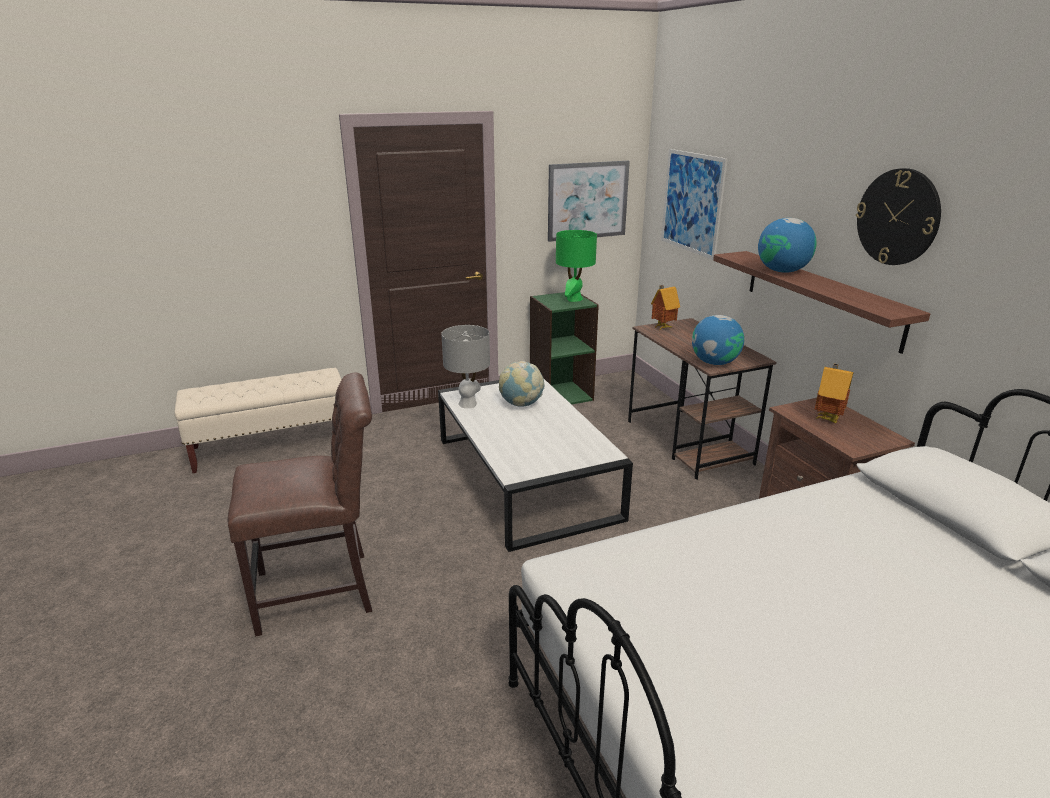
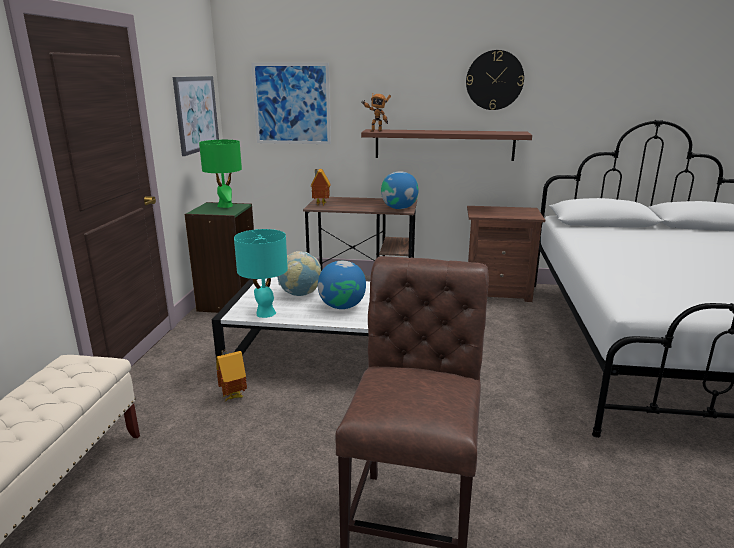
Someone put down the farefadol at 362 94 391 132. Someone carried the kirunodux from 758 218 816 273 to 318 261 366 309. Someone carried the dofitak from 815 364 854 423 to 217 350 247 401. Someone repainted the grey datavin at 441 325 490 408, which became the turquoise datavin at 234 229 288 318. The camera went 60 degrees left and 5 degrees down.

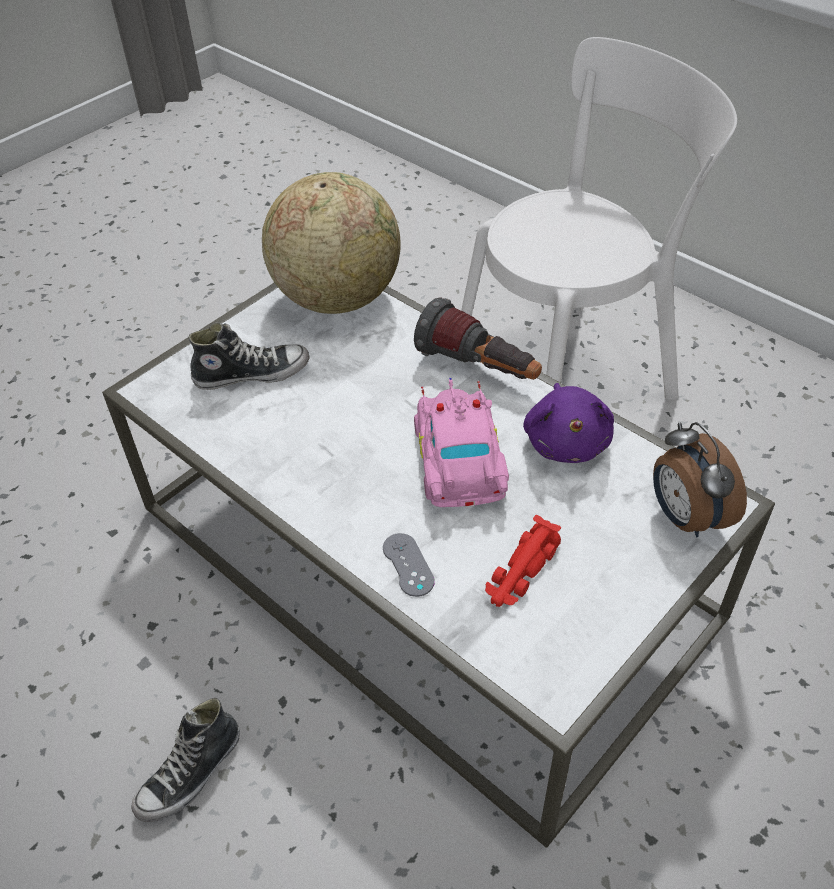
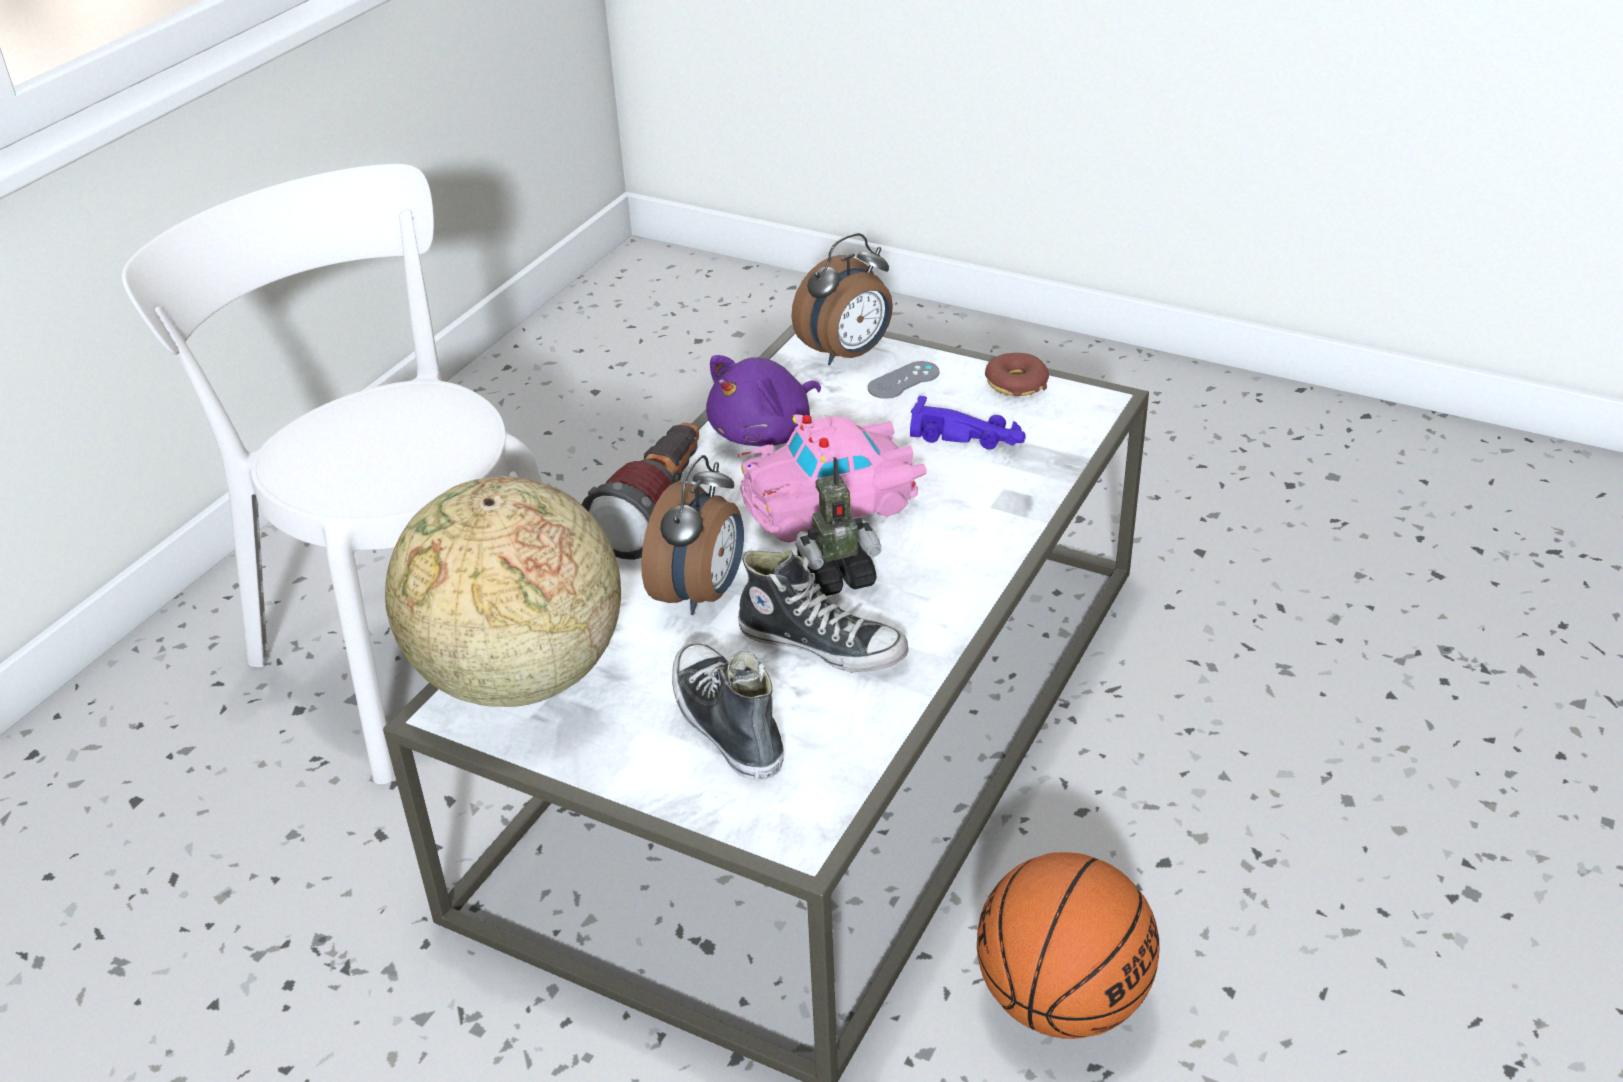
Someone put down the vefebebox at 641 455 744 615. Someone put down the farefadol at 795 457 881 596. Someone put down the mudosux at 977 852 1160 1039. Someone put down the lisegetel at 985 353 1049 396. Someone carried the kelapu from 132 698 240 822 to 738 549 908 673. Someone carried the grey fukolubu from 383 533 435 597 to 867 361 939 399. Someone repainted the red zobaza at 485 515 561 607, which became the purple zobaza at 910 396 1026 449. Someone rotated the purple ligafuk at 523 383 614 463 by 150 degrees clockwise. The camera went 105 degrees left and 10 degrees down.

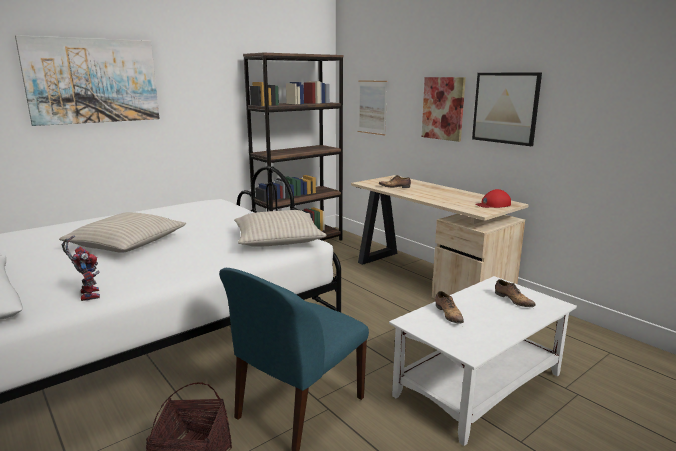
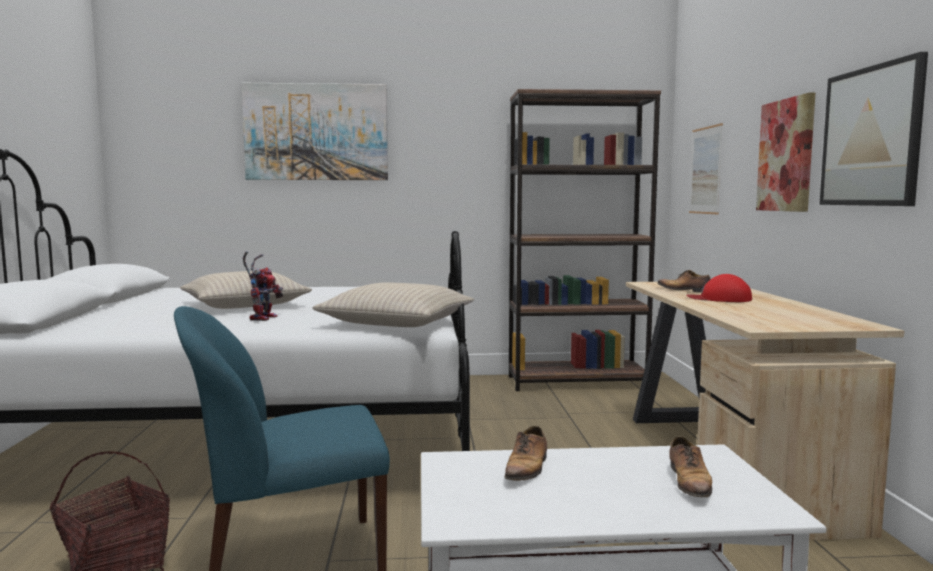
Someone carried the farefadol from 62 235 100 301 to 243 251 283 321. Someone carried the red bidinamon from 475 189 511 208 to 686 274 752 302. The camera went 35 degrees right and 10 degrees down.

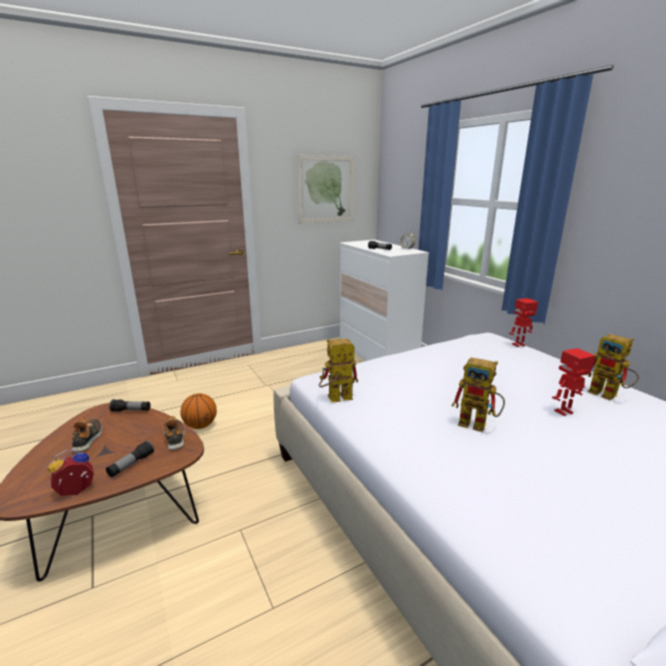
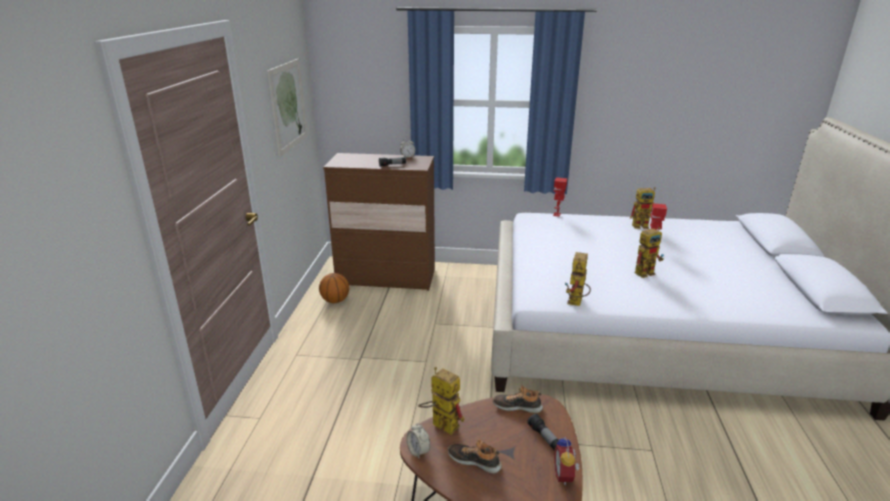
Someone put down the vefebebox at 407 423 430 458. Someone carried the mudosux from 180 393 217 429 to 319 273 349 303. Someone swapped the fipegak at 109 399 151 412 for the farefadol at 418 367 465 435. Someone repainted the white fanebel at 340 240 429 361, which became the brown fanebel at 323 153 435 291. The camera went 55 degrees left and 5 degrees up.

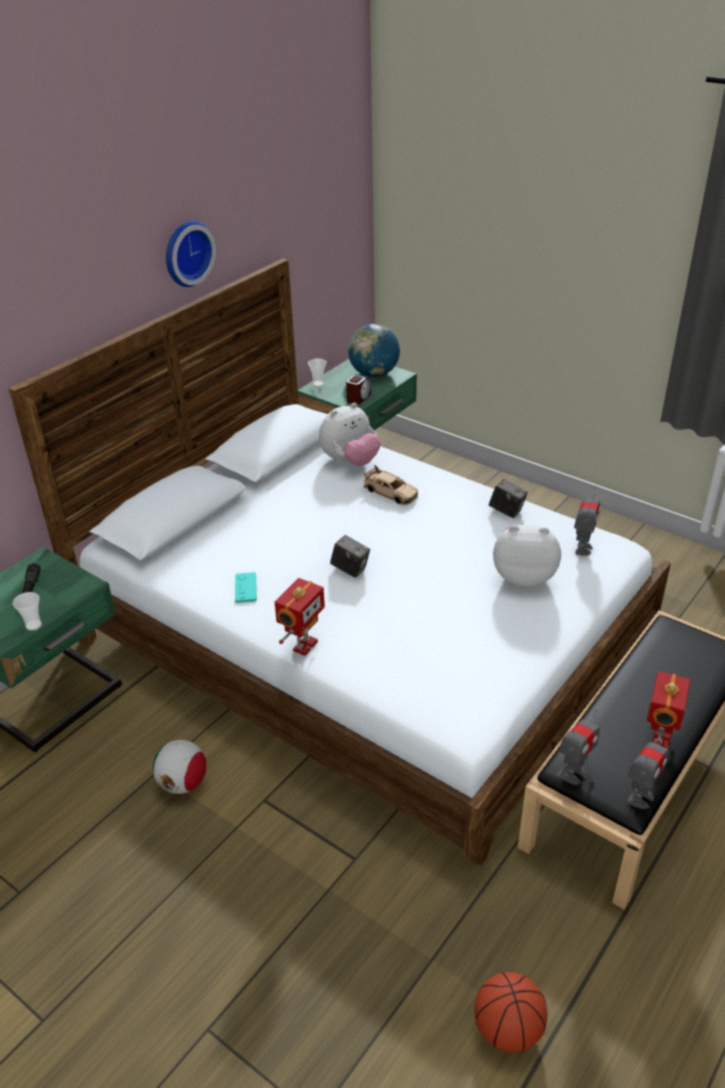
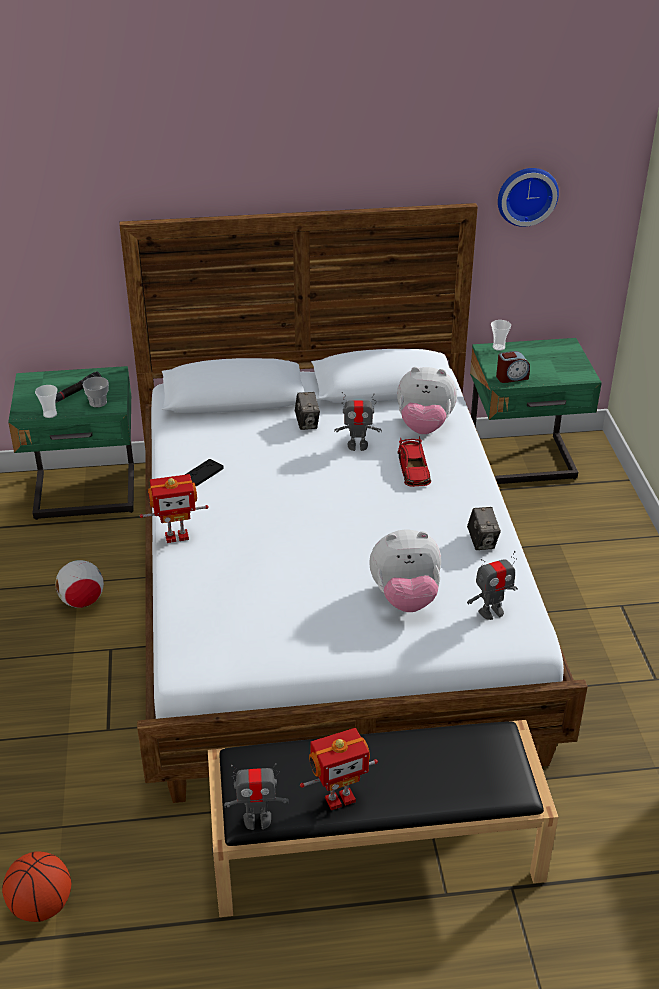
Someone took away the kirunodux at 348 324 400 377. Someone put down the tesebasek at 82 377 109 407. Someone carried the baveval from 166 221 216 287 to 498 168 559 227. Someone carried the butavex from 330 535 370 578 to 295 392 320 430. Someone carried the farefadol from 557 710 600 785 to 334 392 382 451. Someone repainted the turquoise fukolubu at 235 572 257 603, which became the black fukolubu at 185 459 224 486. Someone repainted the beige zobaza at 363 465 418 505, which became the red zobaza at 397 437 431 487. Someone rotated the ligafuk at 493 524 561 587 by 120 degrees clockwise. The camera went 45 degrees right and 0 degrees up.

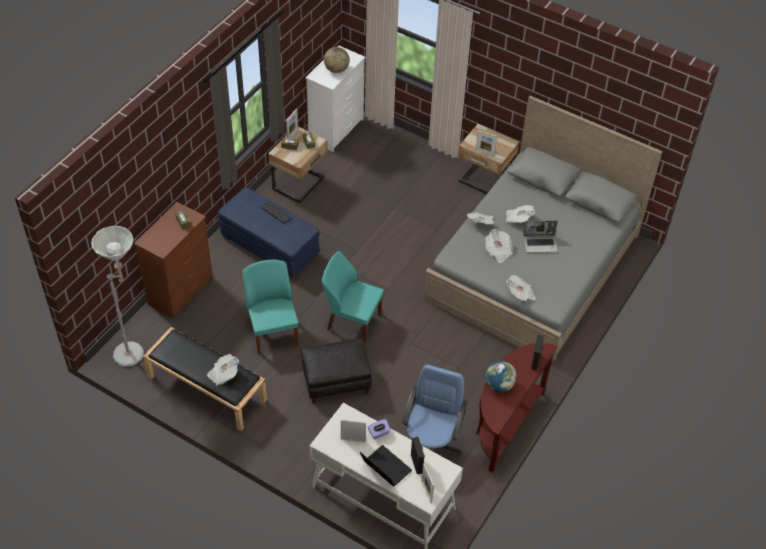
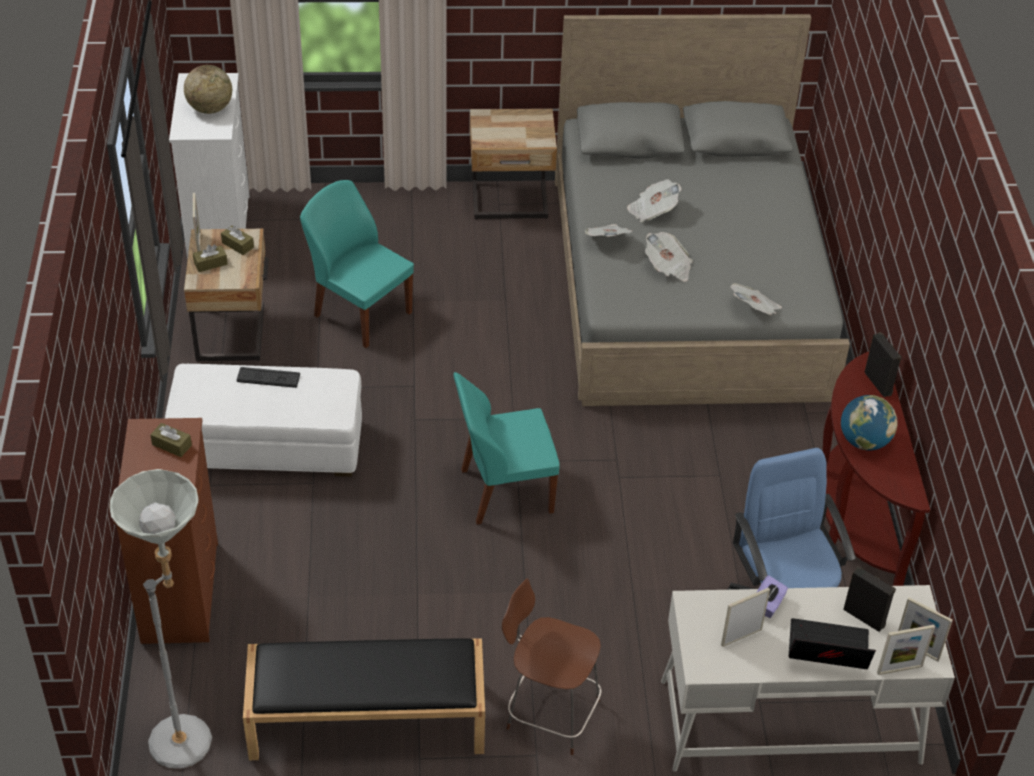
Someone took away the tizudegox at 207 354 239 386. Someone took away the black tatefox at 301 338 372 403. Someone took away the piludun at 523 221 558 253. Someone put down the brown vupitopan at 502 578 602 755. Someone carried the turquoise vupitopan from 242 260 298 354 to 300 180 414 348. Someone carried the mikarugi from 476 130 497 157 to 877 625 935 675. Someone repainted the blue tatefox at 218 188 319 278, which became the white tatefox at 165 364 362 477. The camera went 35 degrees left and 5 degrees down.

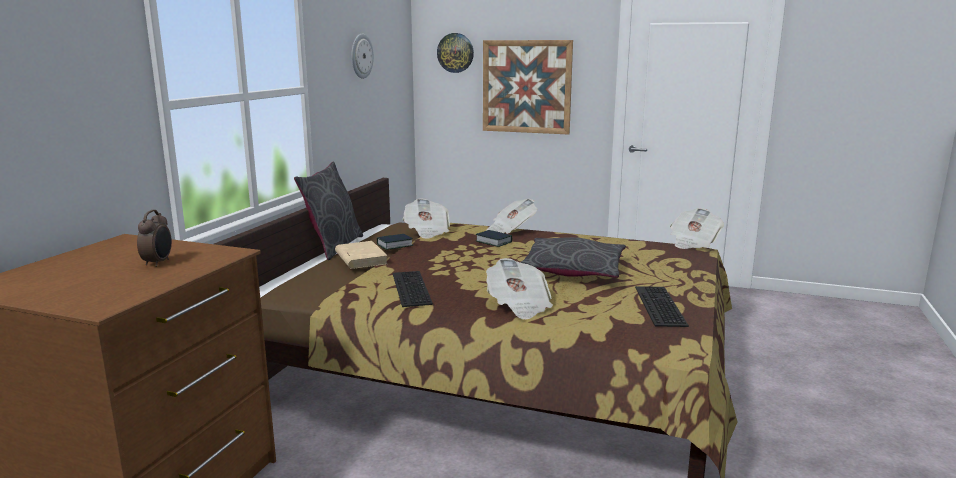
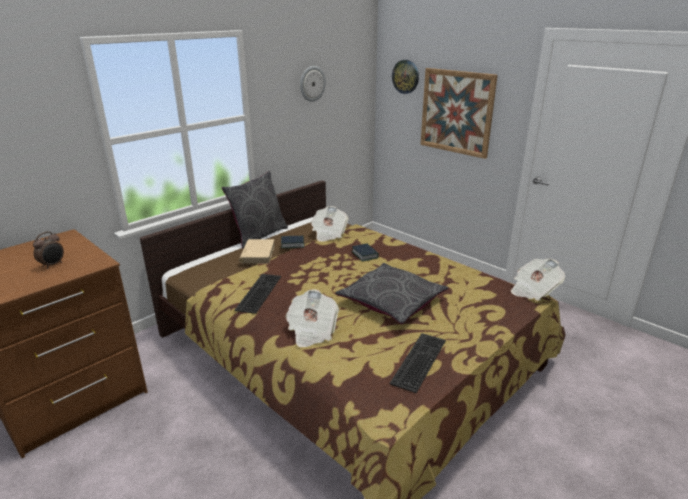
Someone took away the tizudegox at 487 199 537 234. The camera went 25 degrees right and 10 degrees up.

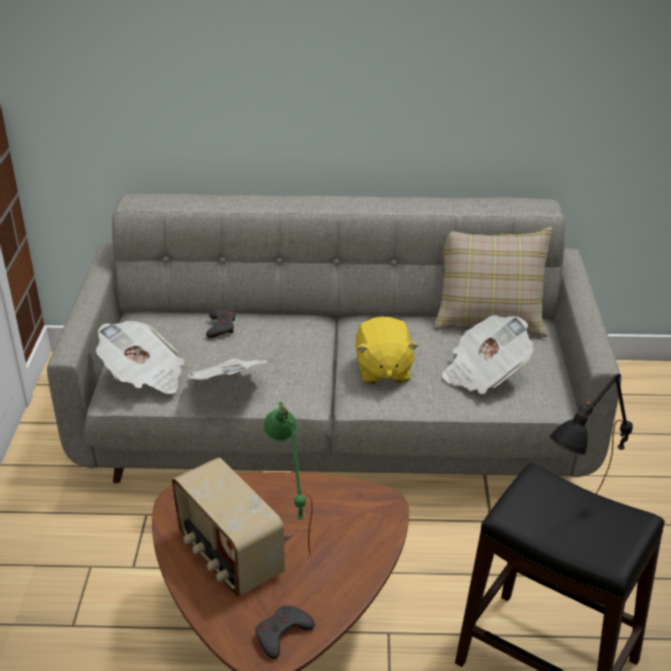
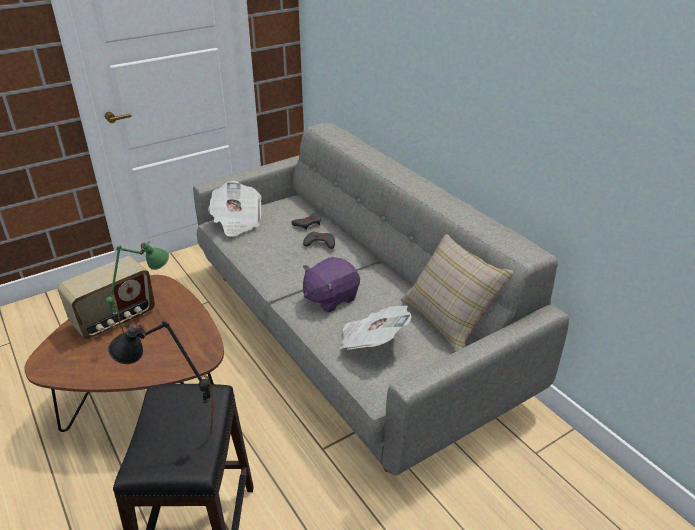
Someone took away the tizudegox at 188 358 269 380. Someone carried the grey fukolubu from 256 605 315 659 to 303 231 335 249. Someone repainted the yellow ligafuk at 355 316 419 384, which became the purple ligafuk at 303 257 360 313. Someone rotated the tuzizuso at 172 457 285 597 by 150 degrees counterclockwise. The camera went 55 degrees right and 0 degrees up.

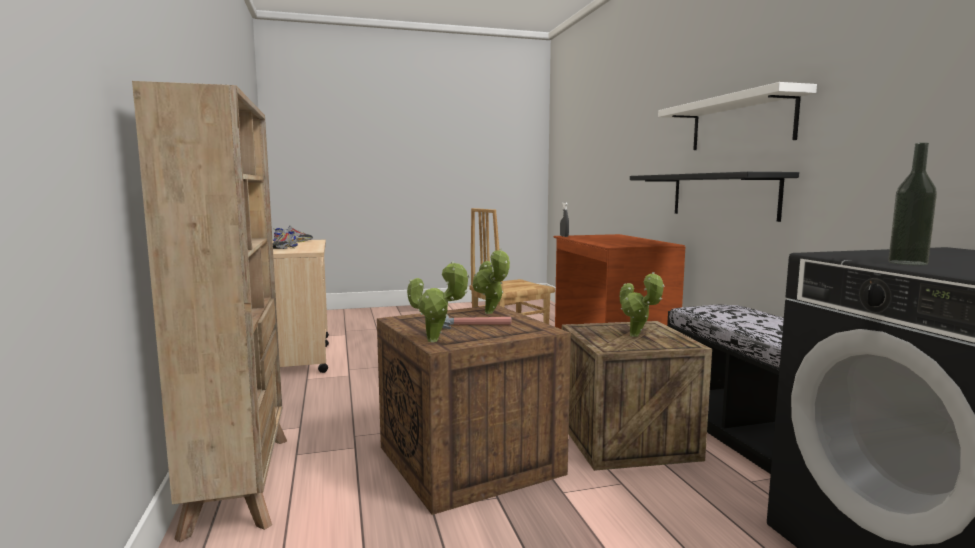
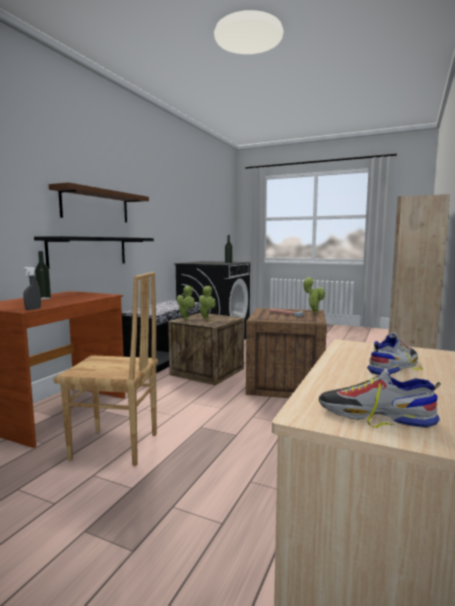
Someone put down the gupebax at 35 251 51 299. Someone carried the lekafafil from 472 249 510 314 to 177 286 195 319. Someone repainted the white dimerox at 658 82 817 150, which became the brown dimerox at 49 182 149 222. The camera went 140 degrees left and 0 degrees up.

